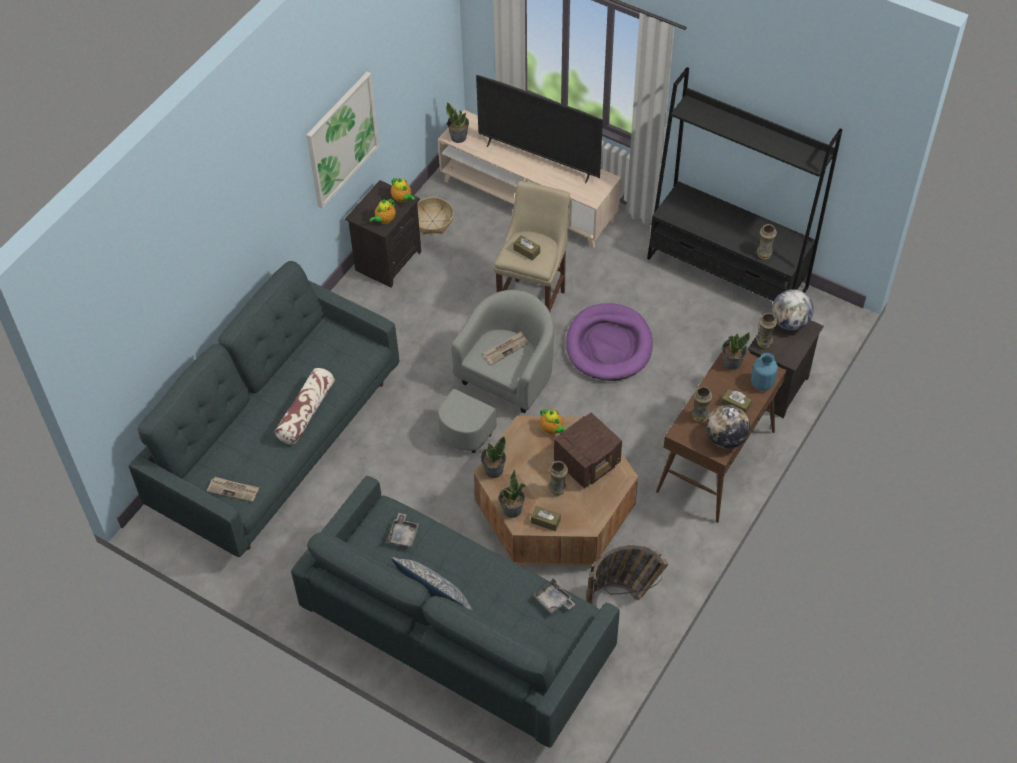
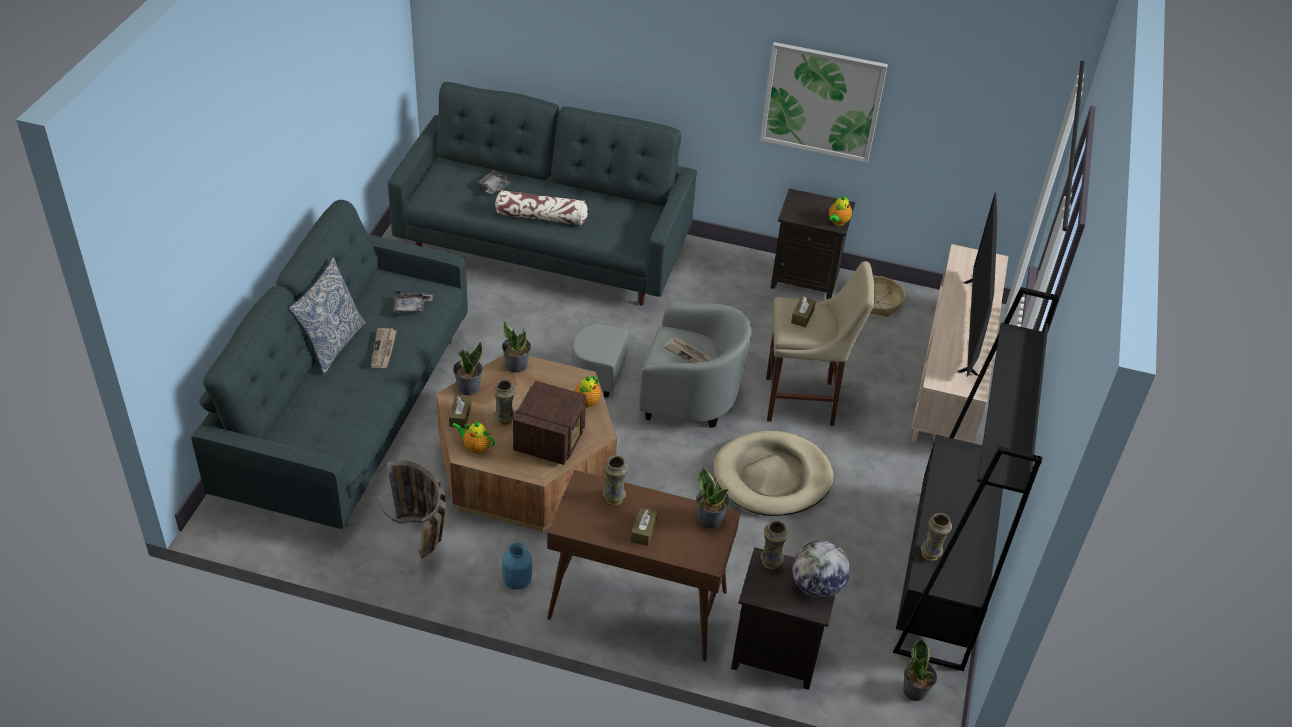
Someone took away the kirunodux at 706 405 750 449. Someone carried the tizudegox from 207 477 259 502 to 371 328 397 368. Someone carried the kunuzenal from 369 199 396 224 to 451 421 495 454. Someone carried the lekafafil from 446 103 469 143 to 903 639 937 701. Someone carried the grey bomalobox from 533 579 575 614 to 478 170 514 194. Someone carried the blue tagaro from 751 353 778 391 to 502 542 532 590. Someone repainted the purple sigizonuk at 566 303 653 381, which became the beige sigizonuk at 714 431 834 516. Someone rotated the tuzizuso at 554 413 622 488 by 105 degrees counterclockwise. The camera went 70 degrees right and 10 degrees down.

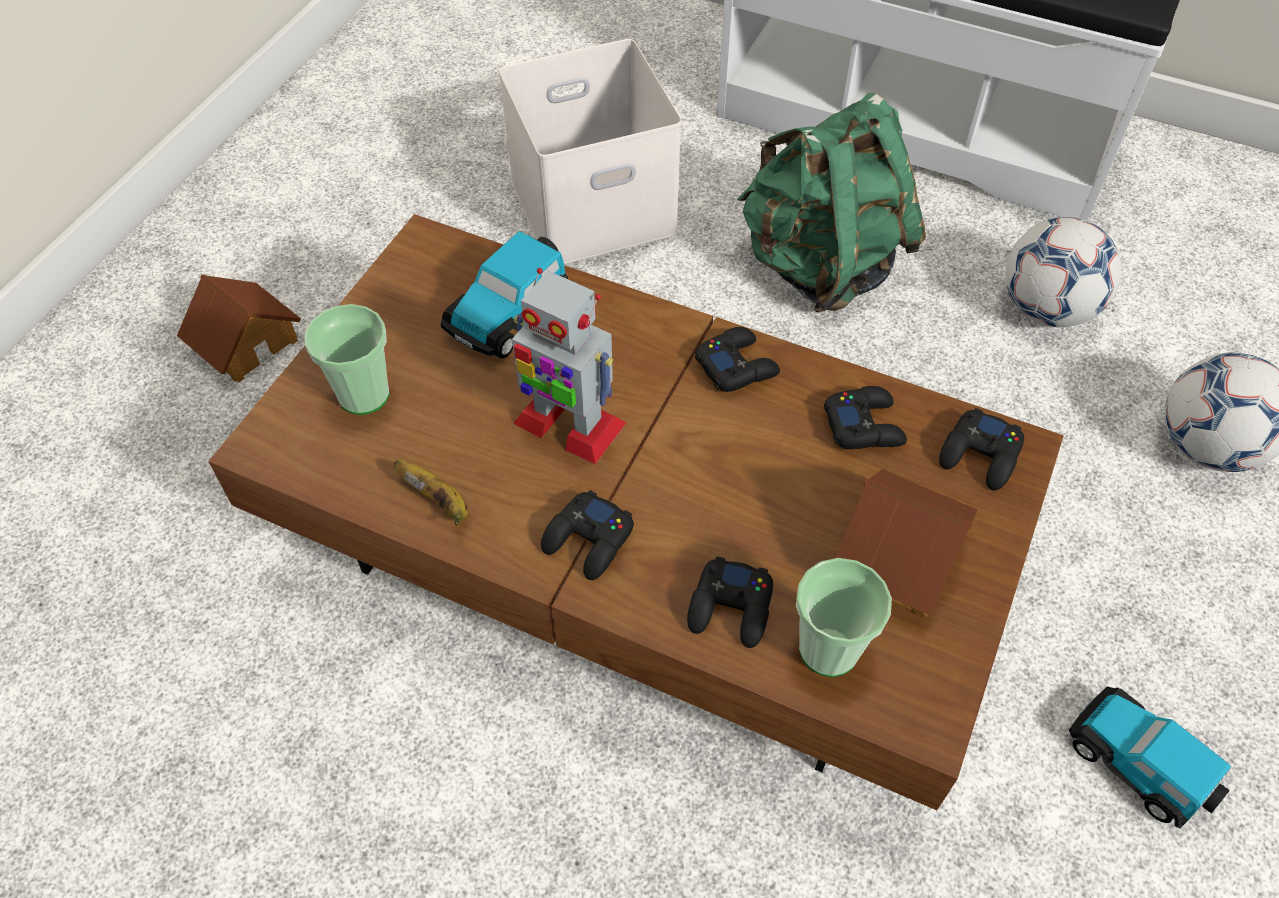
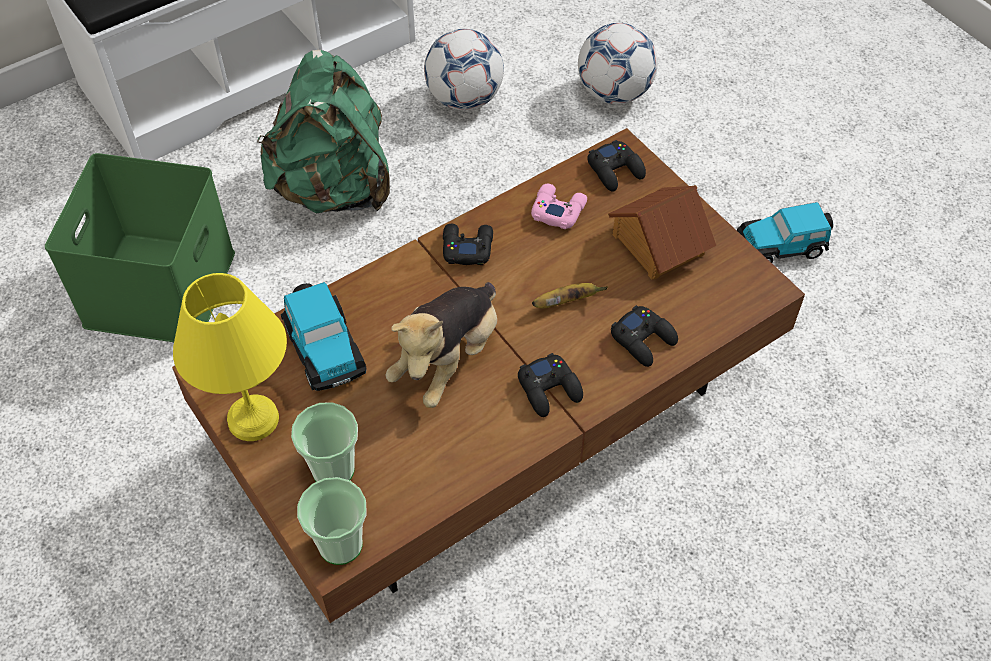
Someone took away the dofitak at 177 274 301 382. Someone put down the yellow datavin at 173 273 287 441. Someone carried the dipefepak from 394 460 468 525 to 532 283 608 308. Someone carried the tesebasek from 796 558 892 677 to 297 477 367 565. Someone swapped the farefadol at 512 268 626 464 for the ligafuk at 386 282 497 408. Someone repainted the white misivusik at 499 39 682 264, which became the green misivusik at 45 153 235 342. Someone repainted the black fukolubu at 824 386 907 449, which became the pink fukolubu at 531 184 587 230. The camera went 60 degrees left and 0 degrees up.

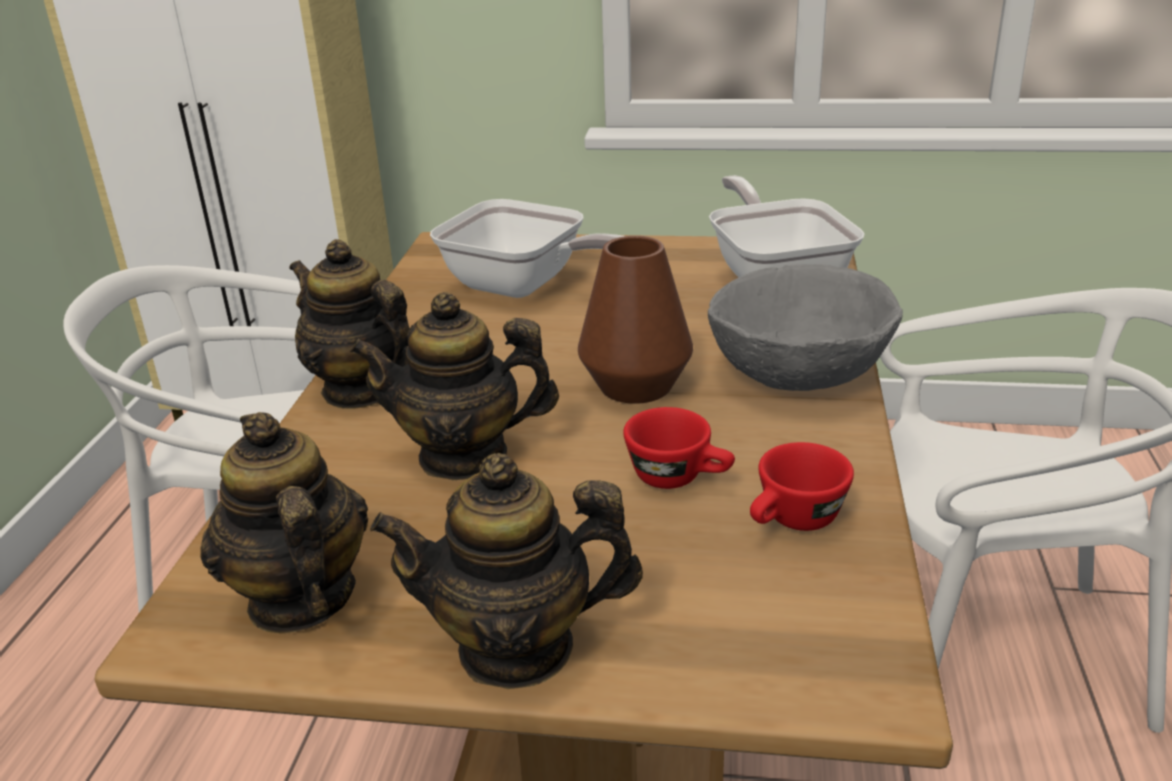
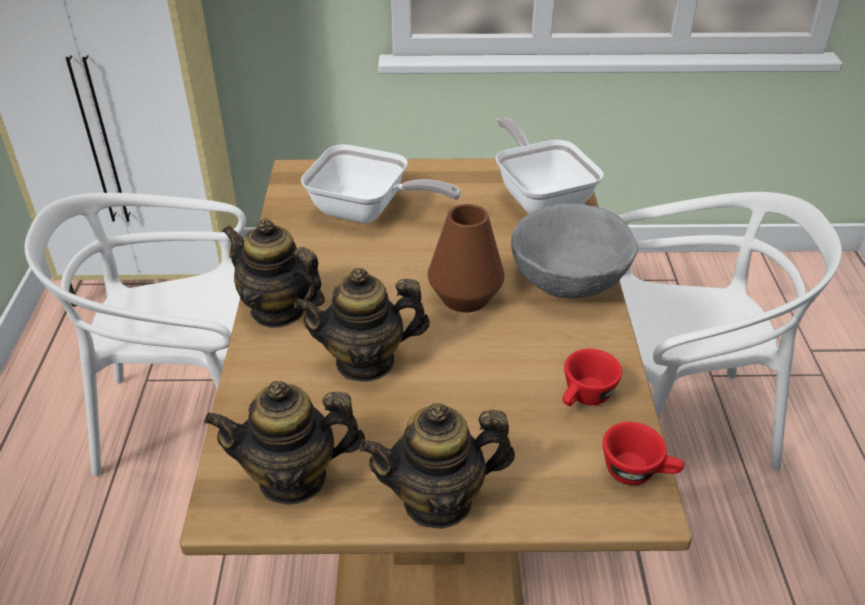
Someone carried the red tesebasek from 623 407 735 489 to 603 422 684 485. Someone rotated the kunuzenal at 200 412 368 633 by 60 degrees counterclockwise. The camera went 10 degrees left and 10 degrees up.

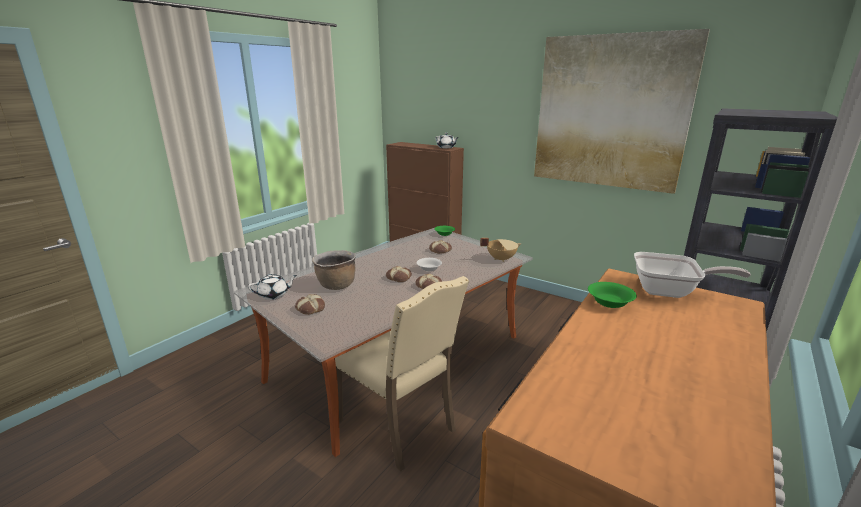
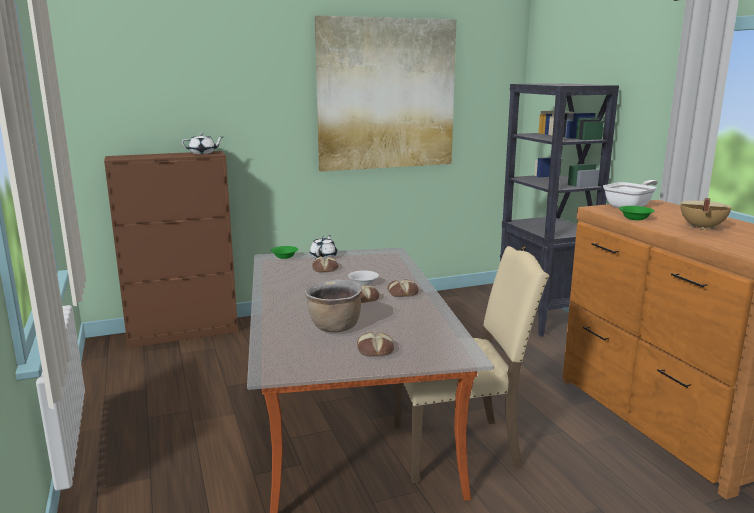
Someone carried the white kunuzenal from 248 274 297 300 to 310 235 337 259. Someone carried the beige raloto from 480 238 521 262 to 680 198 732 230. The camera went 55 degrees left and 5 degrees down.

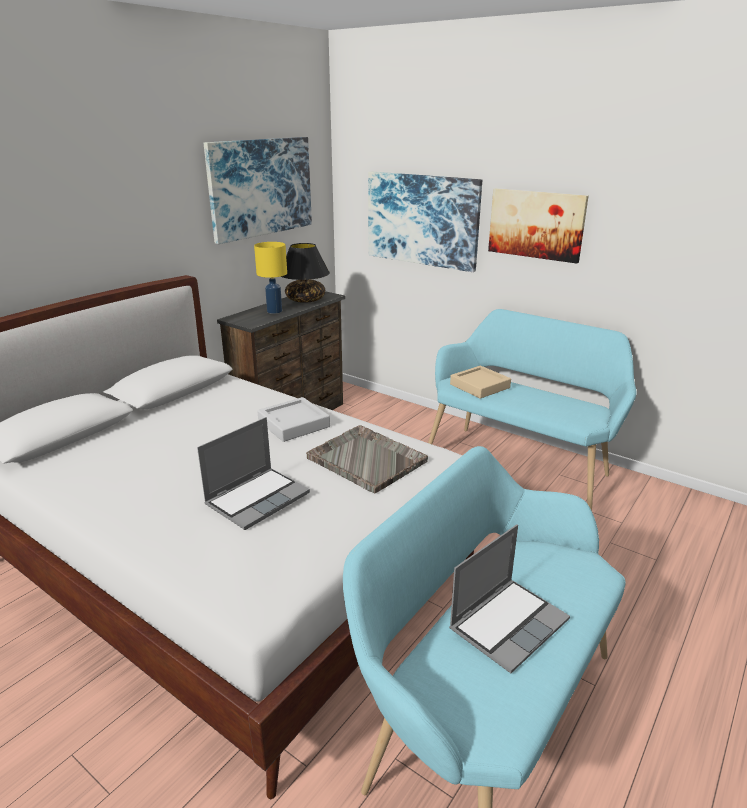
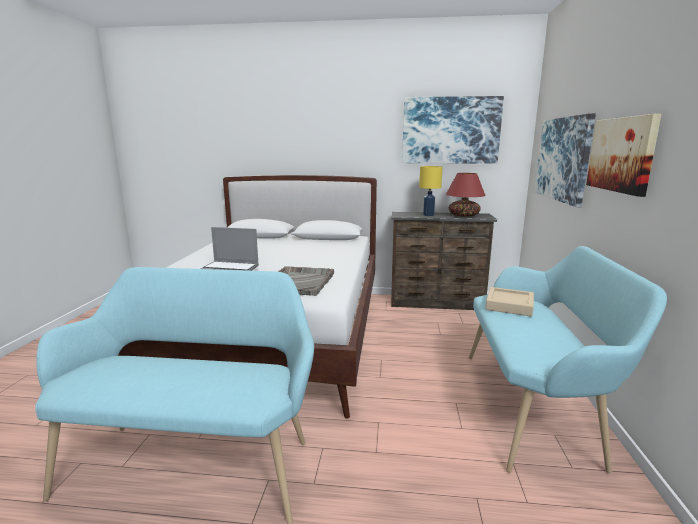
Someone took away the grey bomalobox at 257 397 330 442. Someone took away the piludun at 449 524 570 673. Someone repainted the black datavin at 281 243 330 303, which became the red datavin at 446 173 486 217. The camera went 60 degrees right and 10 degrees down.

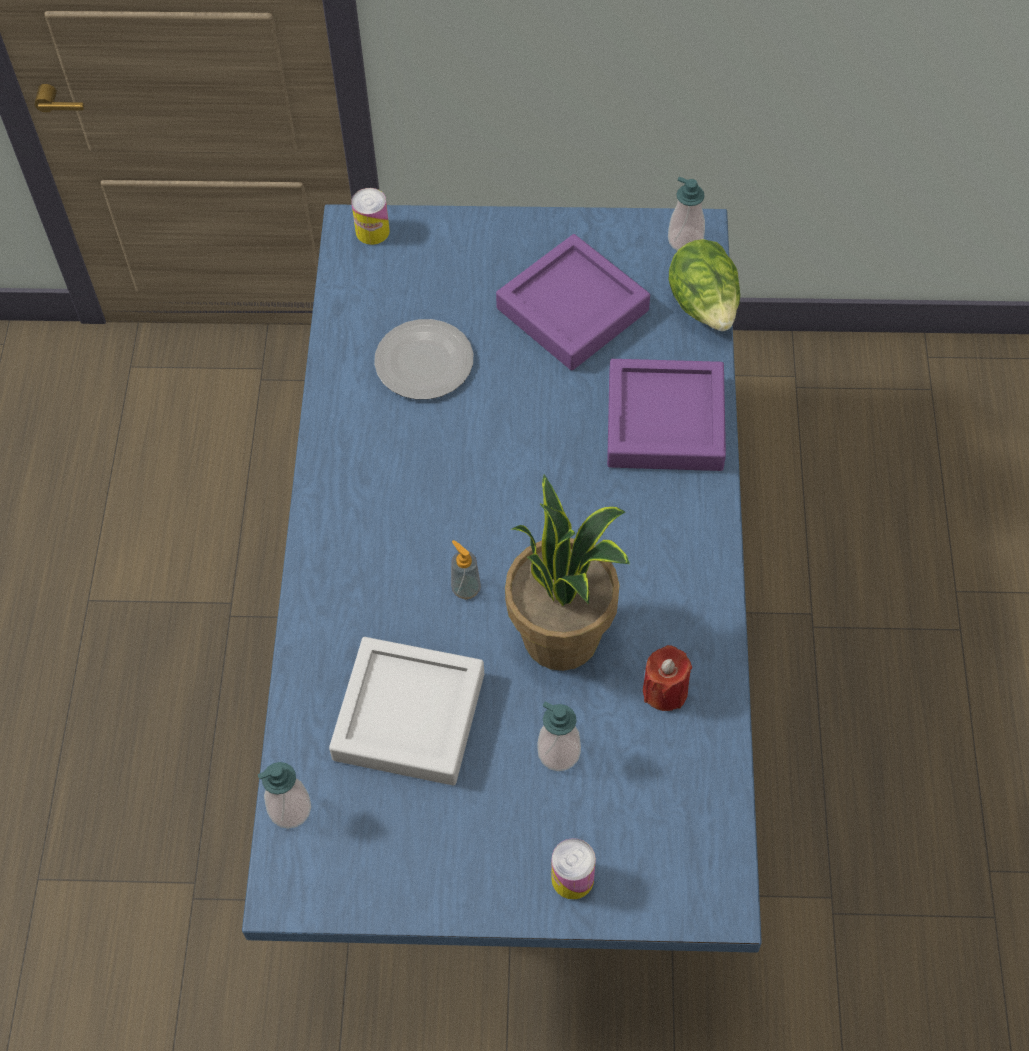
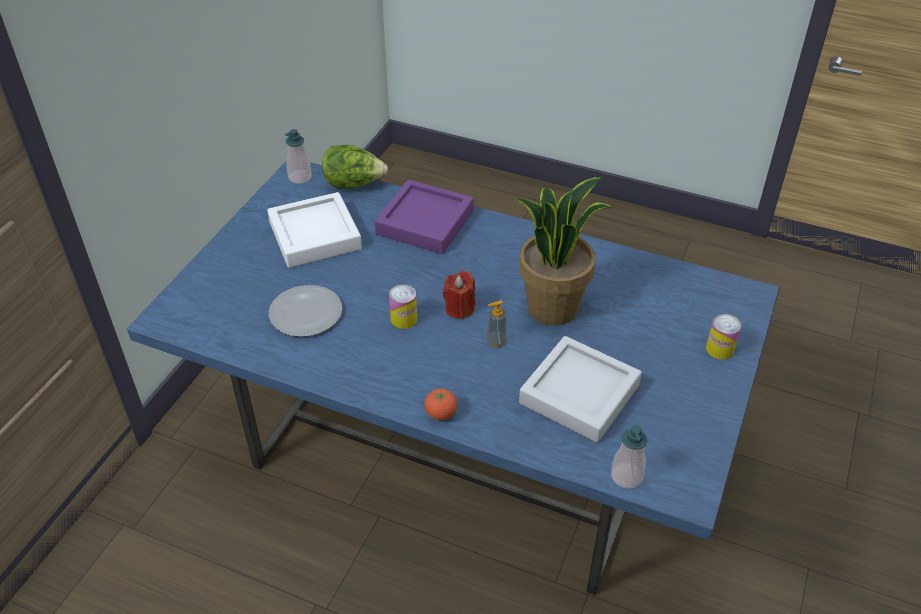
Someone took away the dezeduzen at 538 702 581 771. Someone put down the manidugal at 425 389 457 420. Someone carried the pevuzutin from 351 188 390 245 to 389 285 417 329. Someone carried the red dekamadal from 643 645 692 711 to 443 271 475 319. Someone repainted the purple bomalobox at 496 234 650 370, which became the white bomalobox at 267 192 362 268. The camera went 70 degrees left and 15 degrees down.

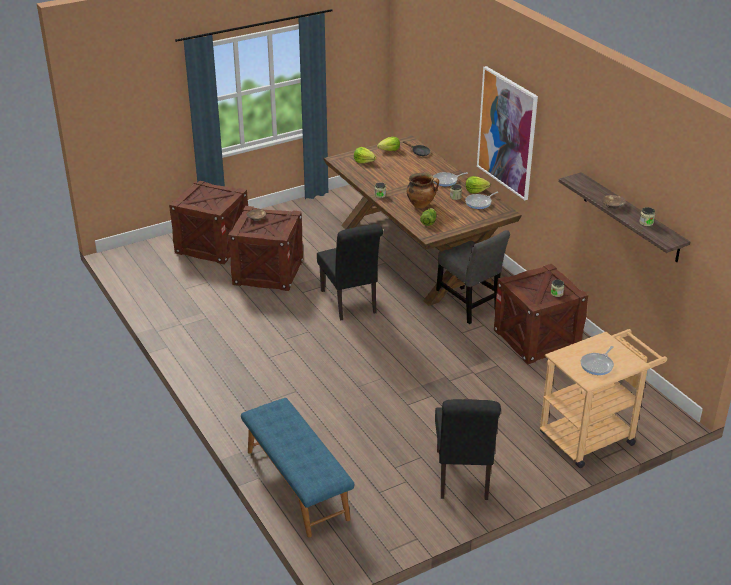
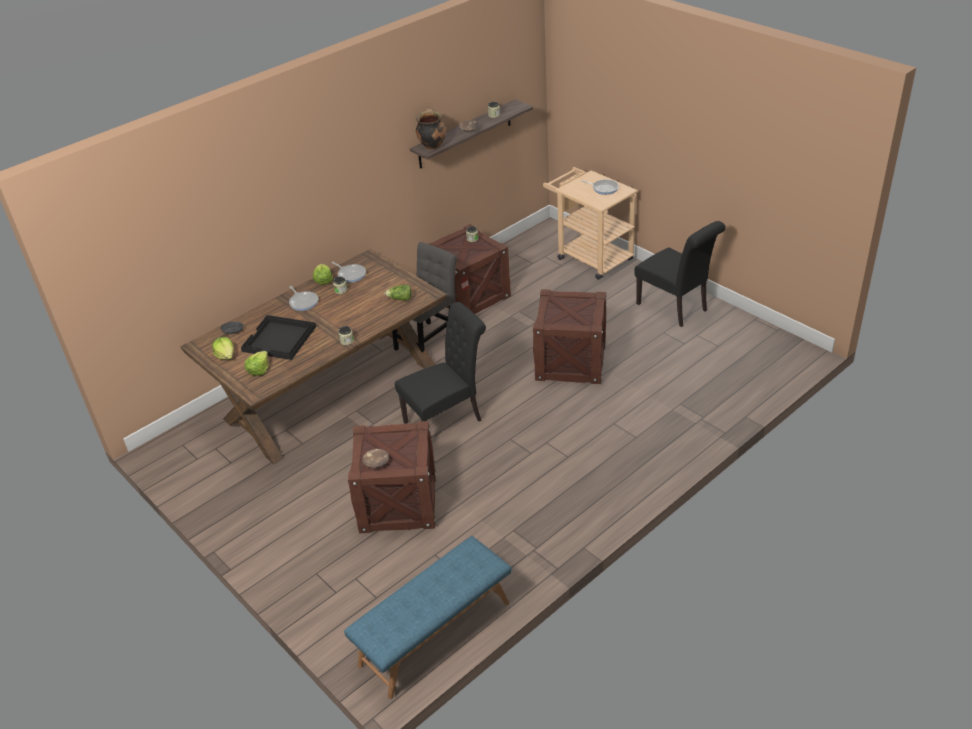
Someone took away the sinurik at 477 66 538 200. Someone put down the black bomalobox at 241 315 316 360. Someone carried the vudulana from 169 181 248 265 to 532 289 607 384. Someone carried the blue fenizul from 241 398 354 537 to 344 536 512 699. Someone carried the raloto from 407 173 439 208 to 416 109 446 150. Someone rotated the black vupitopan at 435 399 501 500 by 60 degrees clockwise. The camera went 100 degrees left and 5 degrees up.

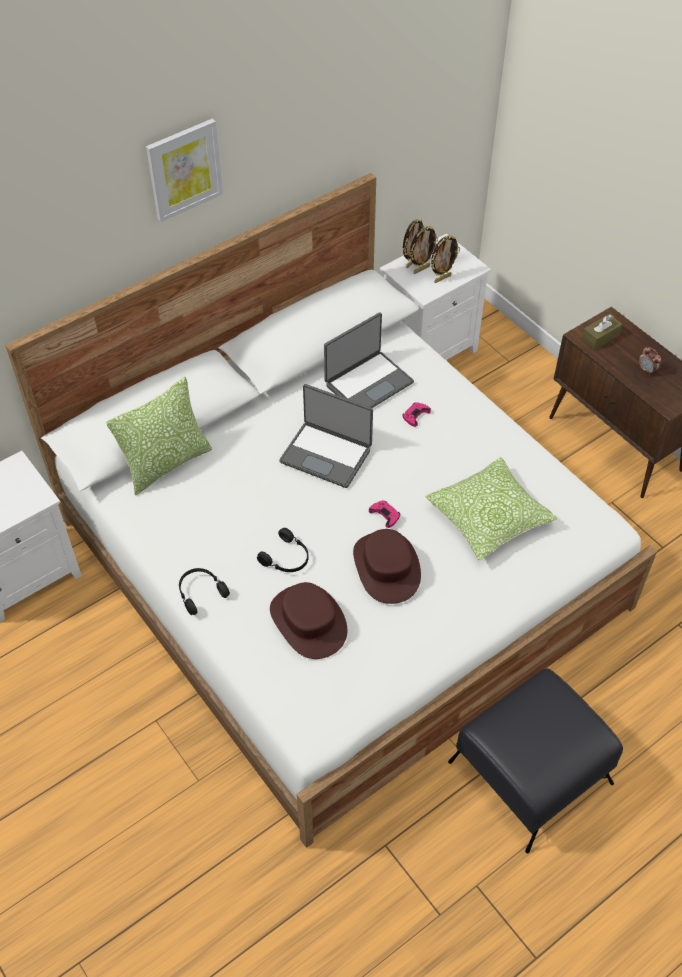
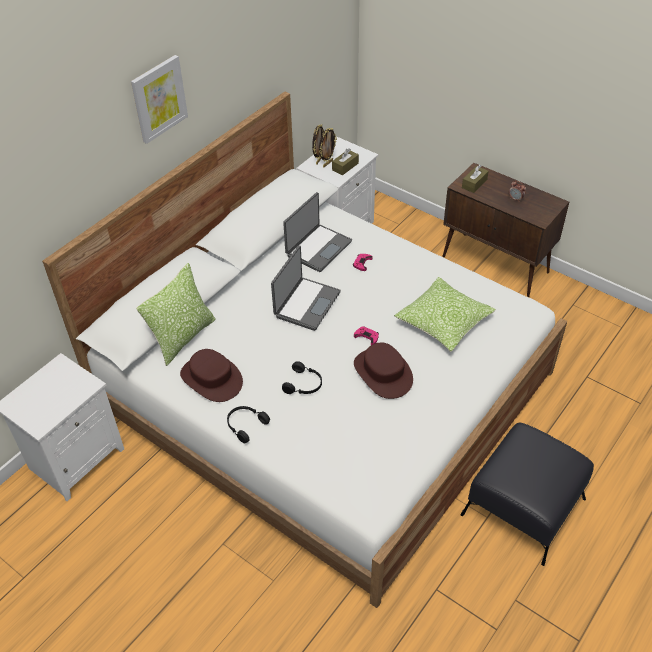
Someone carried the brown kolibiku from 270 582 347 659 to 180 349 243 402. Someone swapped the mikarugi at 430 235 460 283 for the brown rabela at 332 148 359 175. Someone rotated the piludun at 279 384 373 488 by 75 degrees counterclockwise. The camera went 15 degrees left and 5 degrees down.

